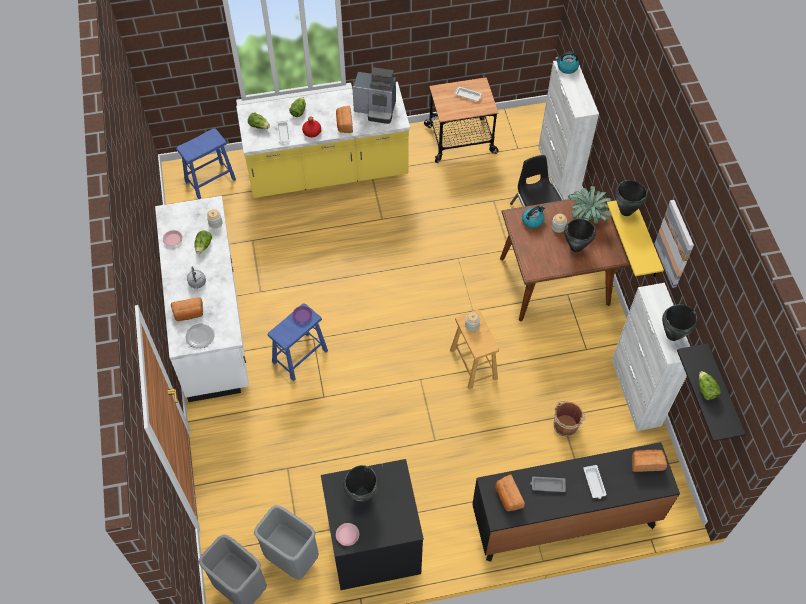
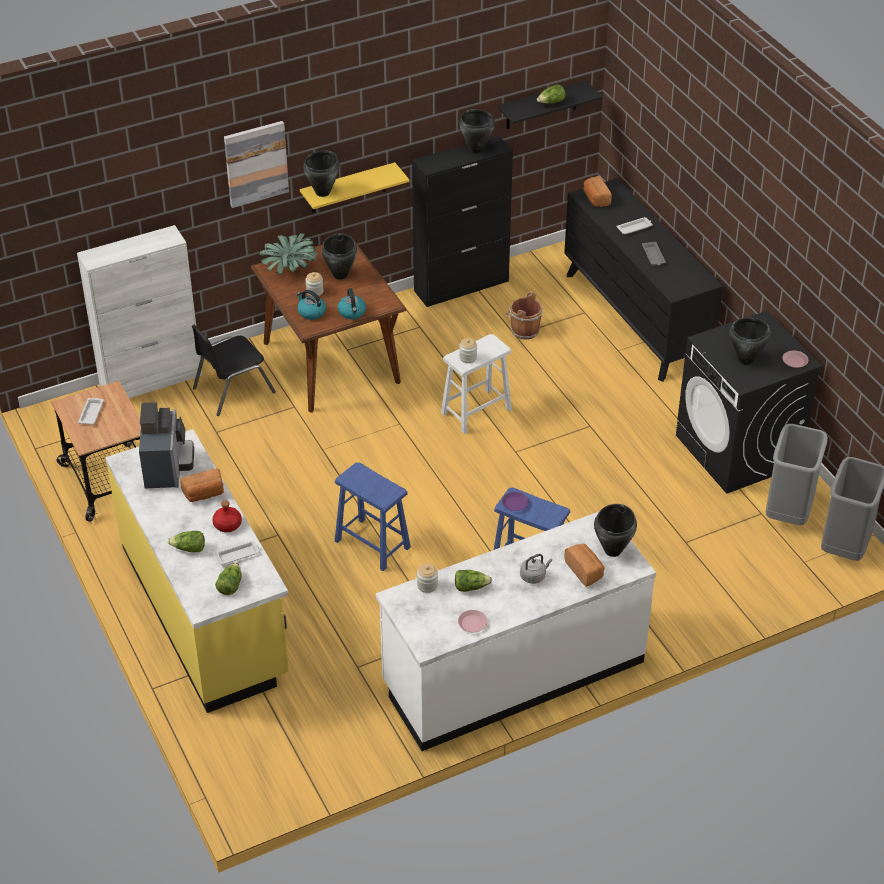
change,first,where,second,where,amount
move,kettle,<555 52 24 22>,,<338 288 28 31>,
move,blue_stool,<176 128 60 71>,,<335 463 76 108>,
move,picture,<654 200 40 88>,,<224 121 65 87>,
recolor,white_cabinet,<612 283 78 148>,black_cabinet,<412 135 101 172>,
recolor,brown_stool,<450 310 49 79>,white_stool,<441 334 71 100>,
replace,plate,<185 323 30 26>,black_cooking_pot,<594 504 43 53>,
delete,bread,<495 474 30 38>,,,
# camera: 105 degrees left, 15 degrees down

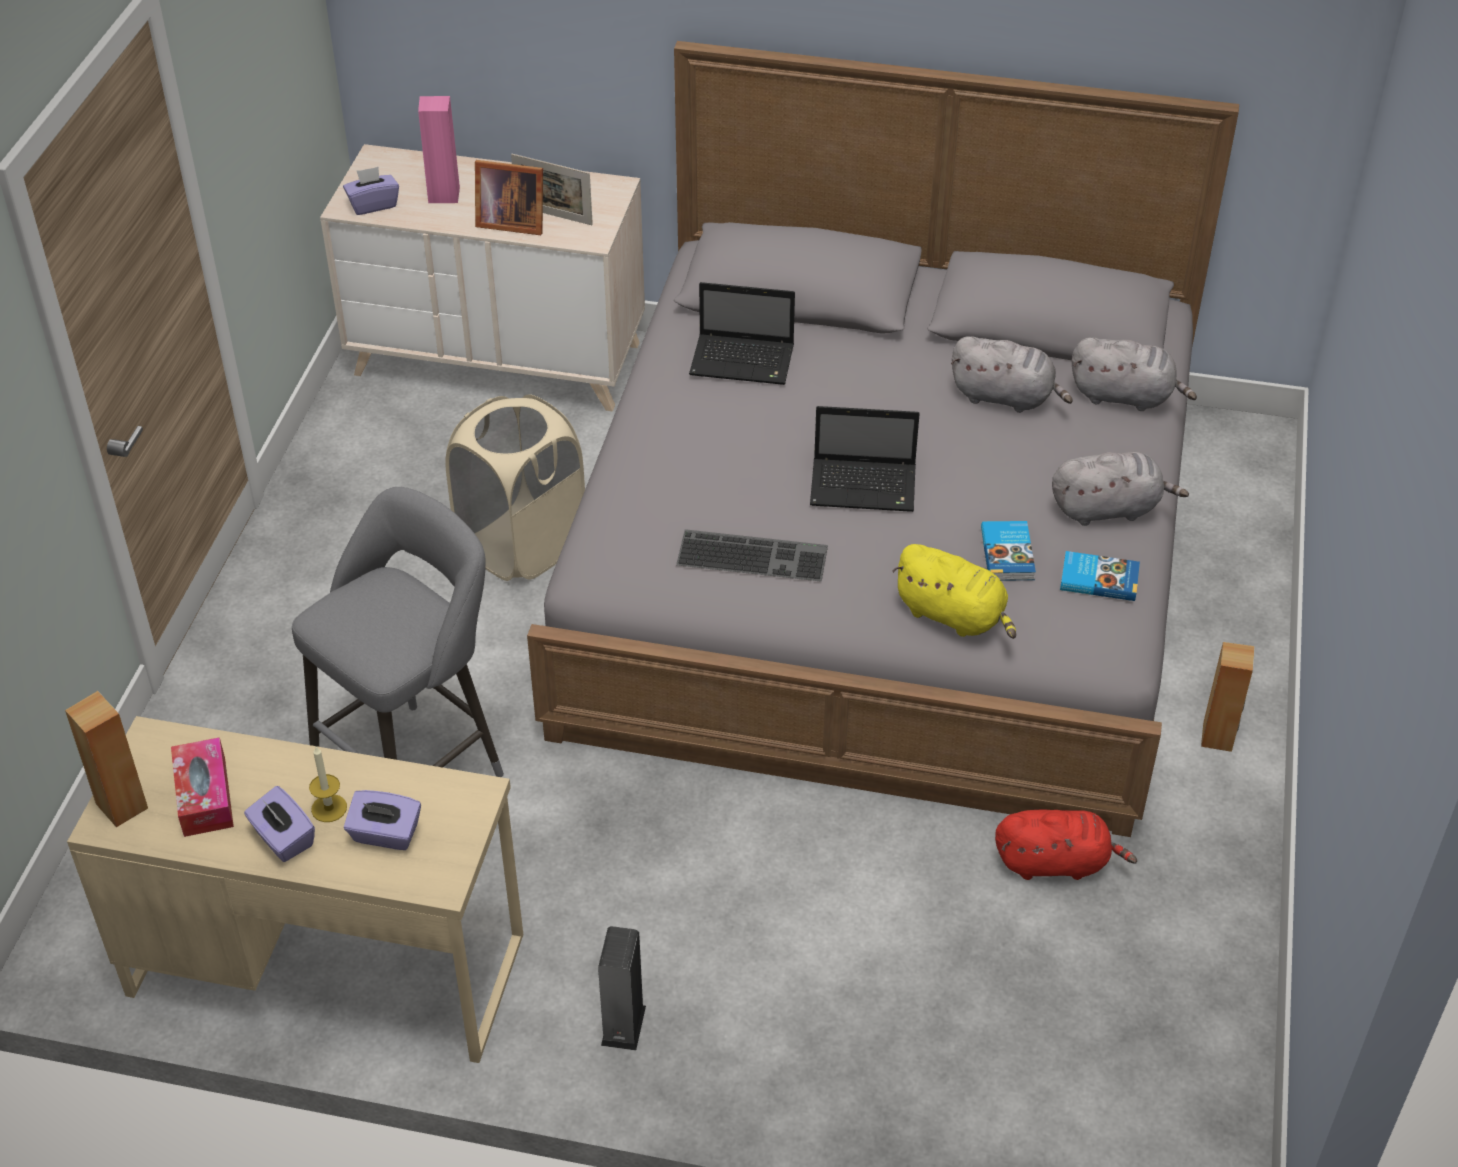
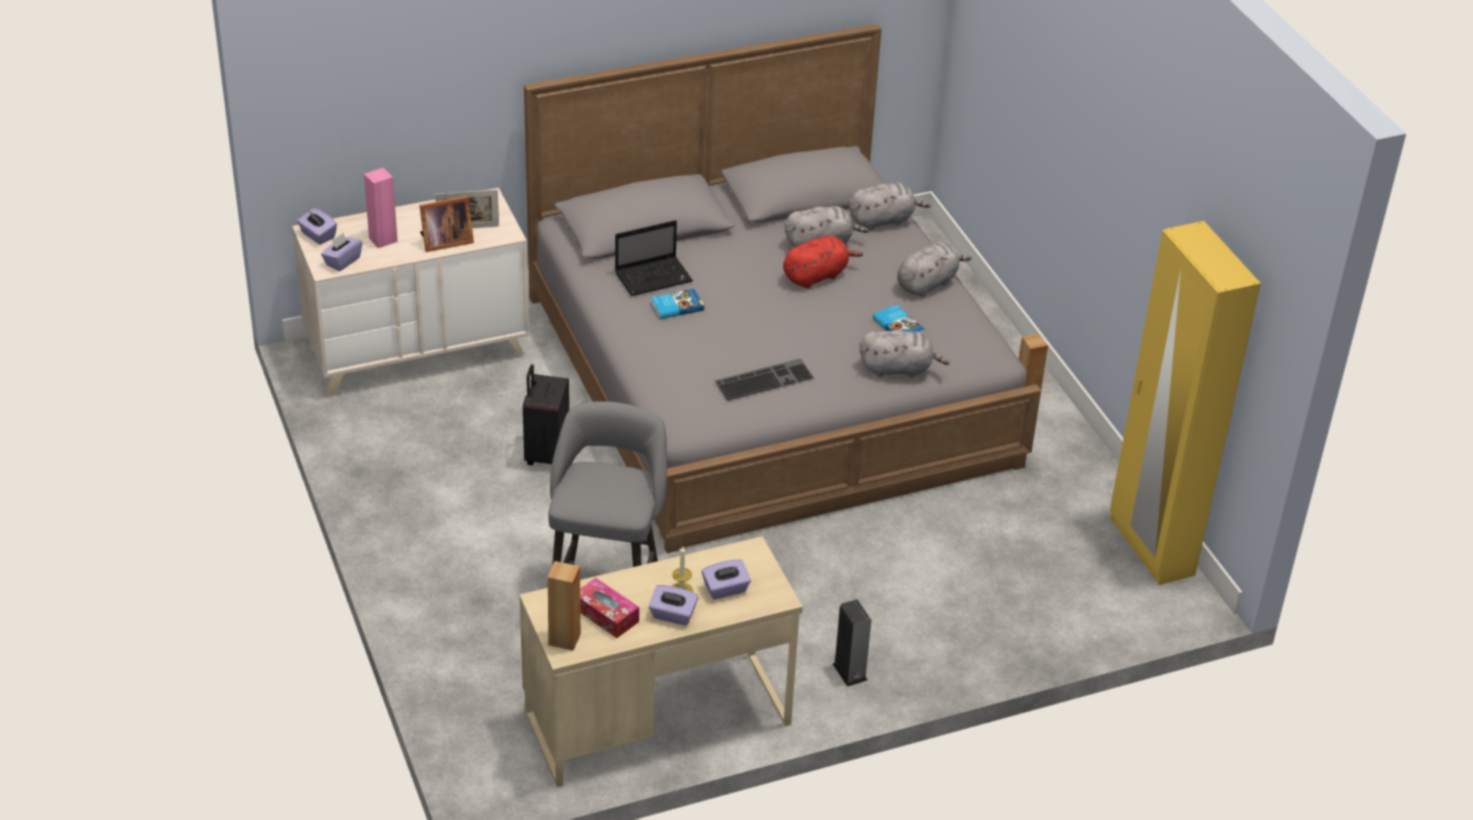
change,first,where,second,where,amount
replace,beige_laundry_basket,<445 394 140 187>,black_suitcase,<523 364 46 101>,
delete,laptop,<810 406 110 106>,,,
recolor,yellow_plush_toy,<892 544 124 95>,grey_plush_toy,<860 330 89 48>,
move,book,<1060 551 80 50>,,<651 289 53 30>,
move,red_plush_toy,<995 810 142 70>,,<783 235 80 54>,
insert,,,purple_tissue_box,<297 208 40 37>,
insert,,,yellow_wardrobe,<1110 221 151 364>,
# camera: 35 degrees left, 5 degrees down

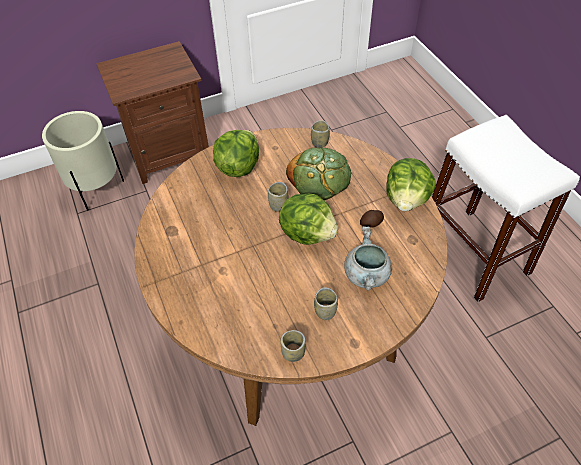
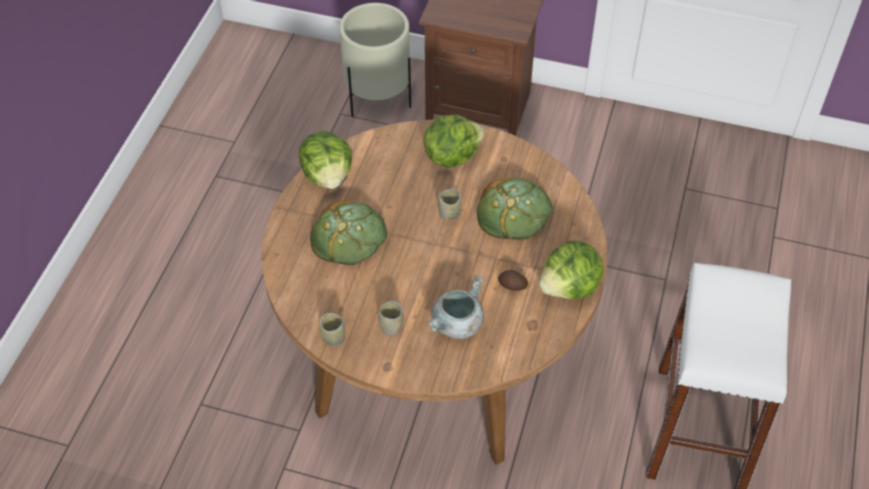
change,first,where,second,where,amount
delete,cup,<311 120 19 28>,,,
move,lettuce,<279 194 59 51>,,<299 131 53 58>,
insert,,,bread,<310 201 77 64>,
# camera: 40 degrees right, 0 degrees up

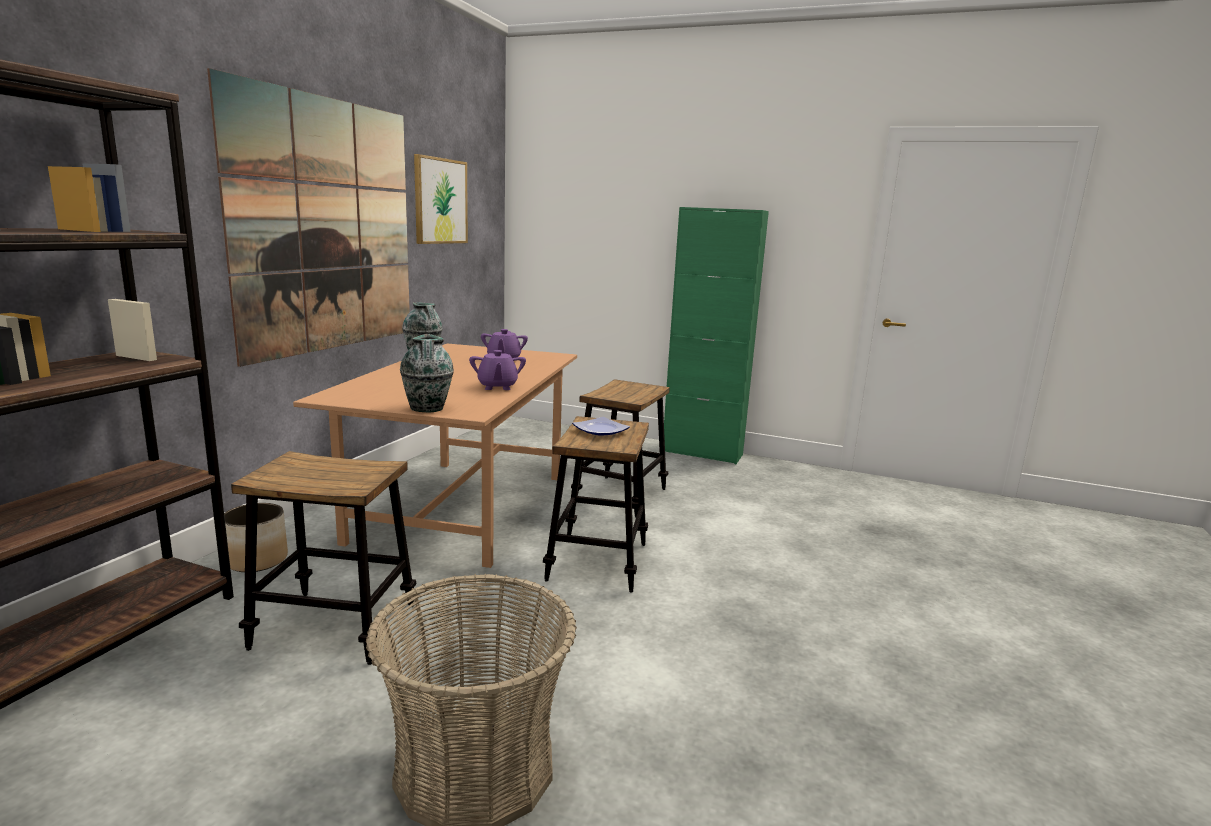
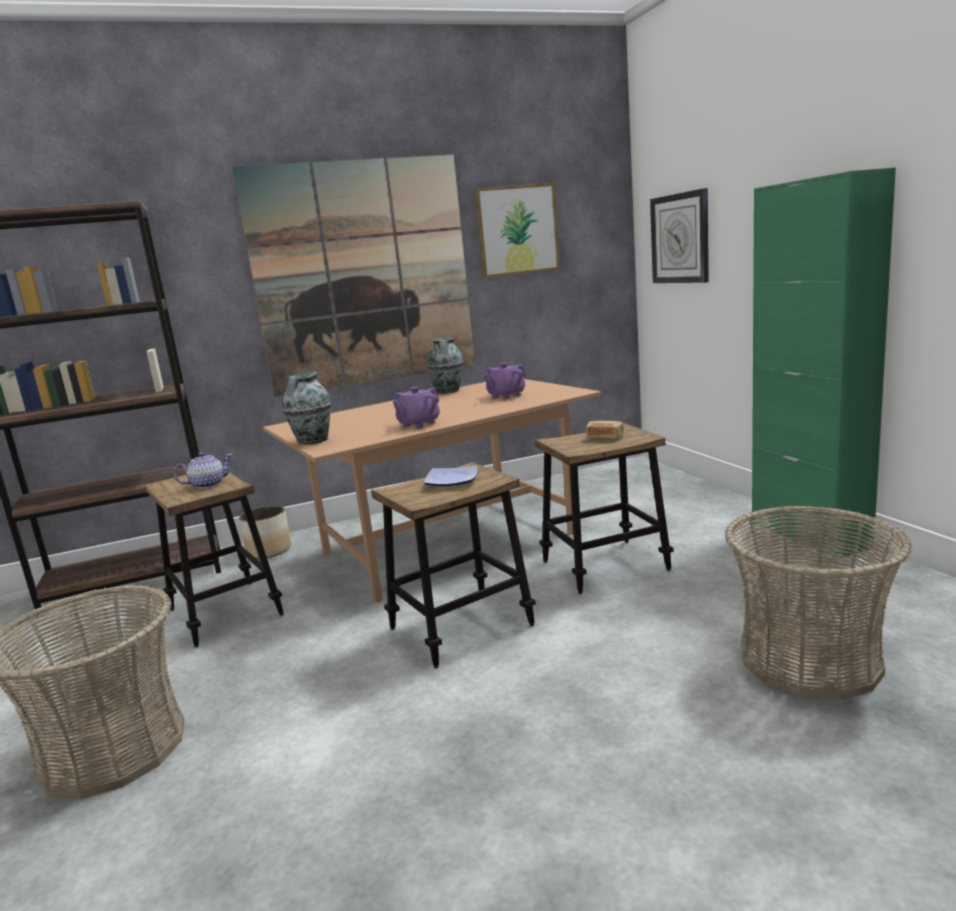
change,first,where,second,where,amount
insert,,,wall_clock,<650 188 59 95>,
insert,,,bread,<586 421 38 18>,
insert,,,teapot,<174 452 59 37>,
insert,,,basket,<725 506 187 194>,
# camera: 50 degrees right, 0 degrees up

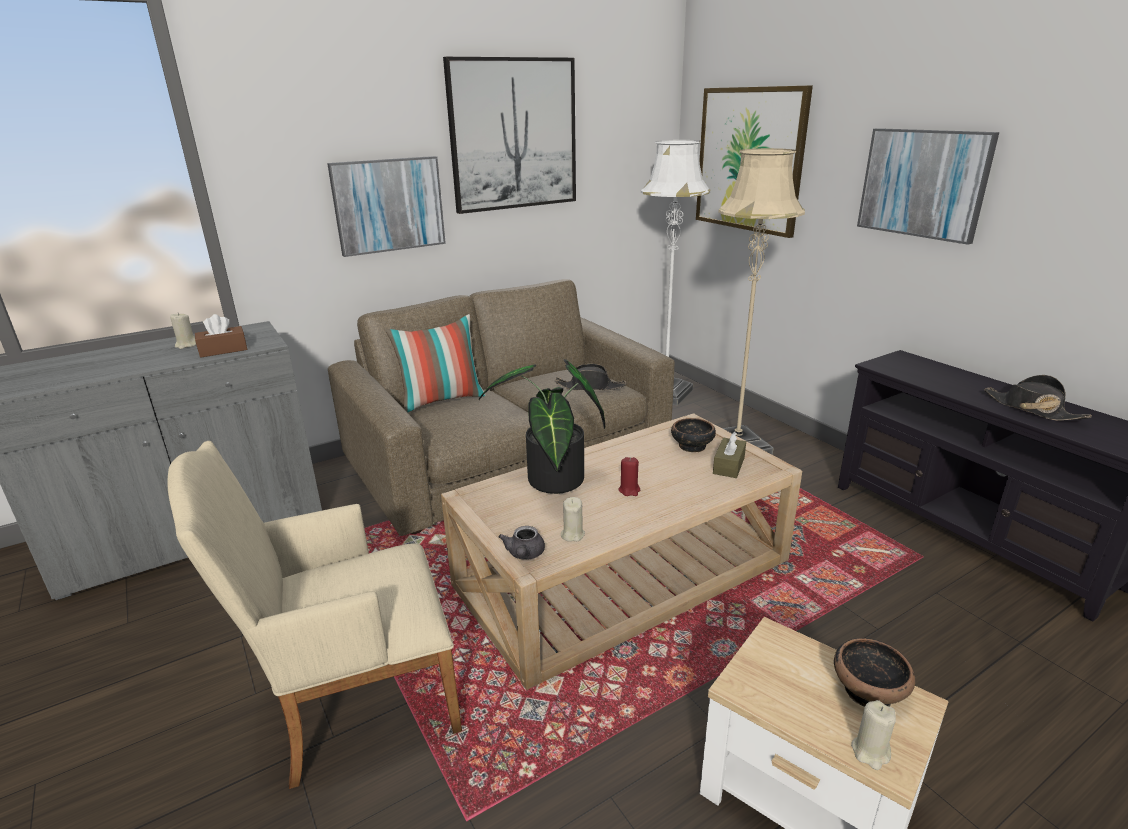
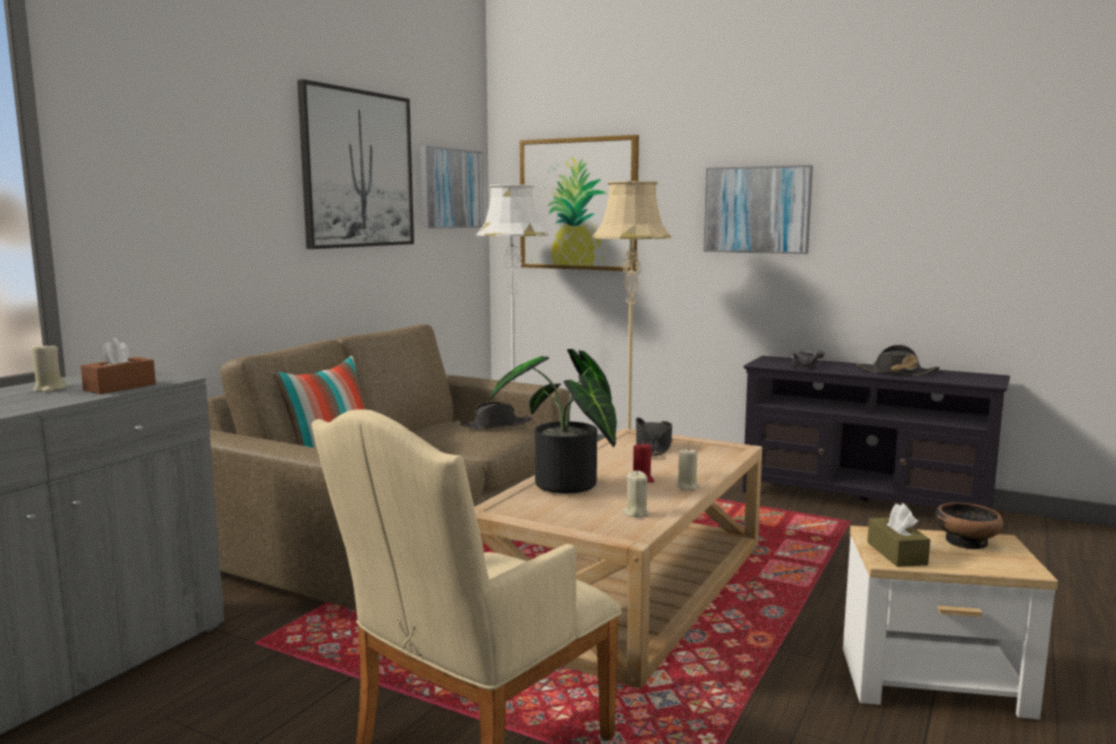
change,first,where,second,where,amount
move,picture,<327 156 119 101>,,<420 146 63 83>,
replace,bowl,<671 418 45 34>,black_hat,<636 417 37 39>,
move,brown_tissue_box,<713 432 33 46>,,<867 503 63 64>,
move,grey_teapot,<499 526 46 34>,,<792 350 32 18>,
move,beige_candle,<851 700 45 70>,,<676 447 23 44>,
# camera: 30 degrees left, 15 degrees down

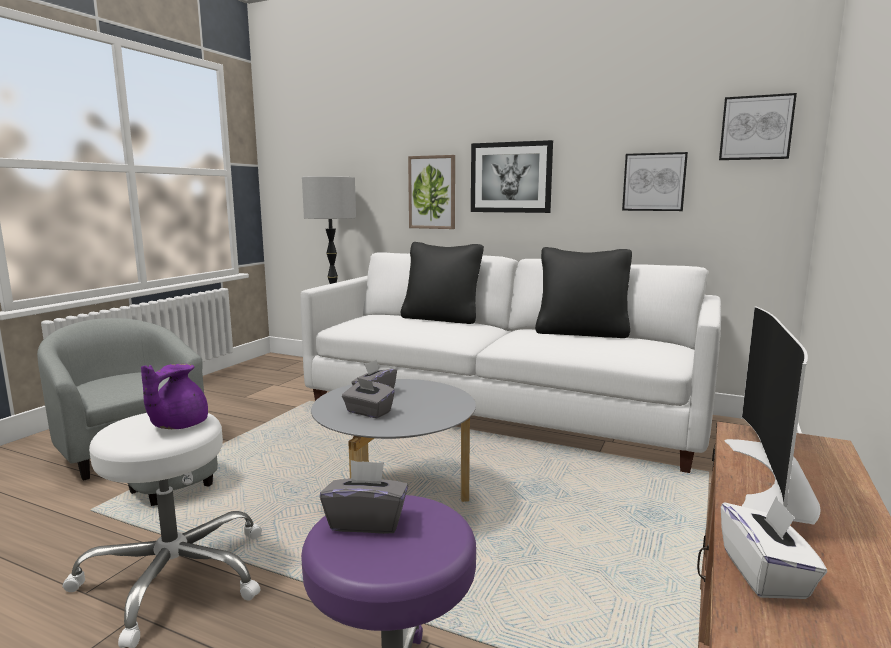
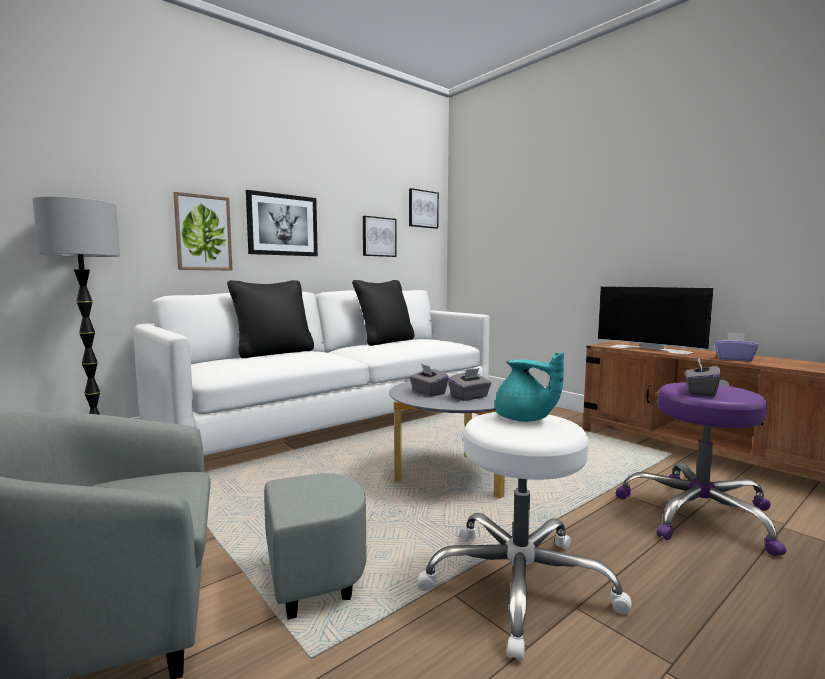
change,first,where,second,where,amount
recolor,purple_teapot,<141 364 67 65>,turquoise_teapot,<495 352 69 70>,
recolor,white_tissue_box,<721 496 106 103>,purple_tissue_box,<715 333 43 28>,
# camera: 65 degrees left, 5 degrees down

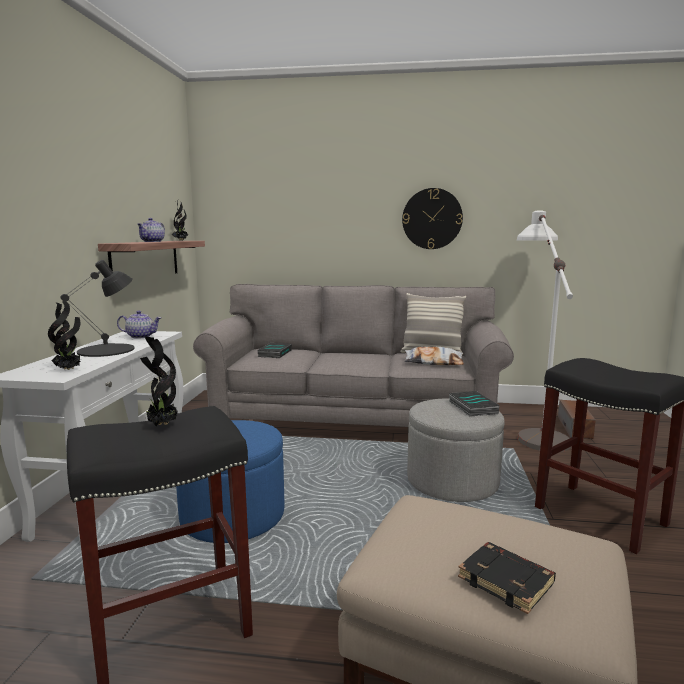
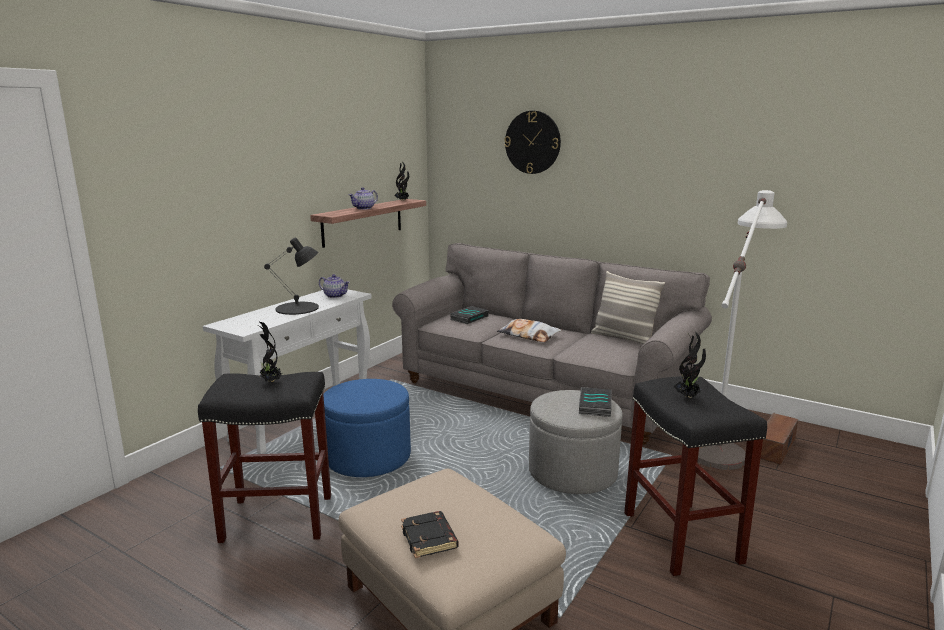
change,first,where,second,where,amount
move,wall_clock,<402 188 61 61>,,<504 111 57 63>,
move,potted_plant,<48 300 33 70>,,<674 333 32 65>,
move,pillow,<405 347 59 18>,,<497 319 65 23>,
# camera: 25 degrees right, 5 degrees up

